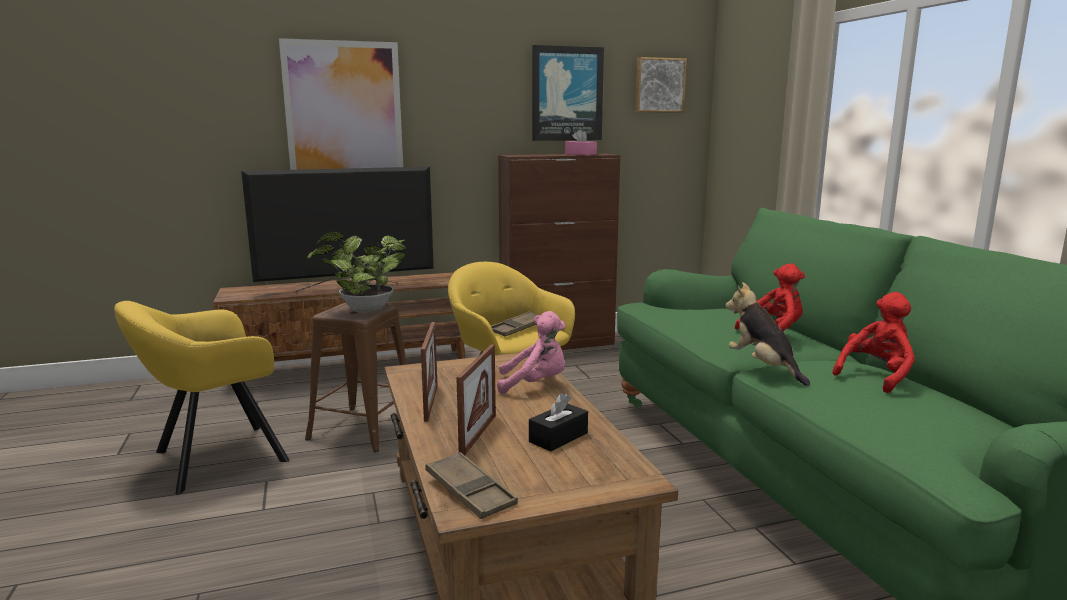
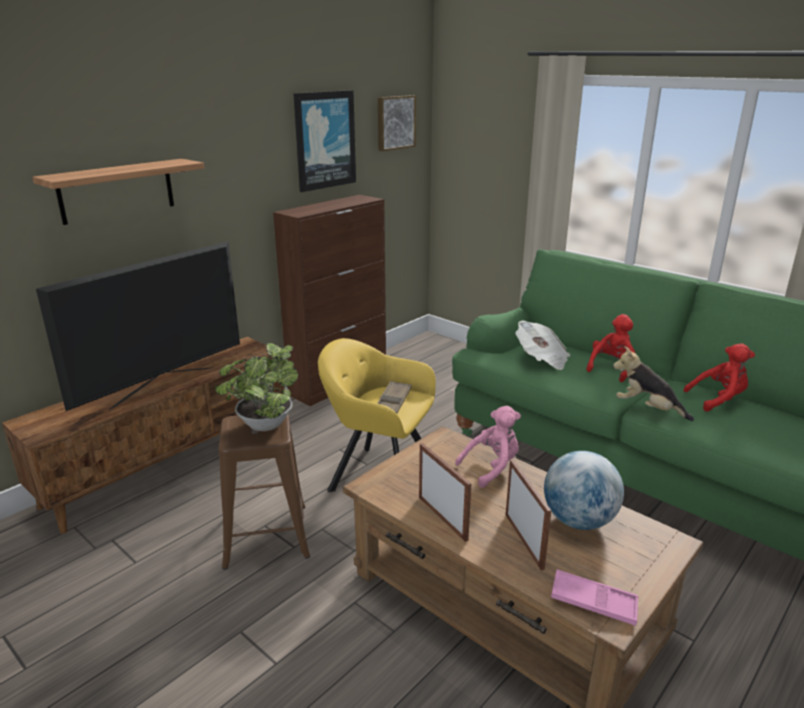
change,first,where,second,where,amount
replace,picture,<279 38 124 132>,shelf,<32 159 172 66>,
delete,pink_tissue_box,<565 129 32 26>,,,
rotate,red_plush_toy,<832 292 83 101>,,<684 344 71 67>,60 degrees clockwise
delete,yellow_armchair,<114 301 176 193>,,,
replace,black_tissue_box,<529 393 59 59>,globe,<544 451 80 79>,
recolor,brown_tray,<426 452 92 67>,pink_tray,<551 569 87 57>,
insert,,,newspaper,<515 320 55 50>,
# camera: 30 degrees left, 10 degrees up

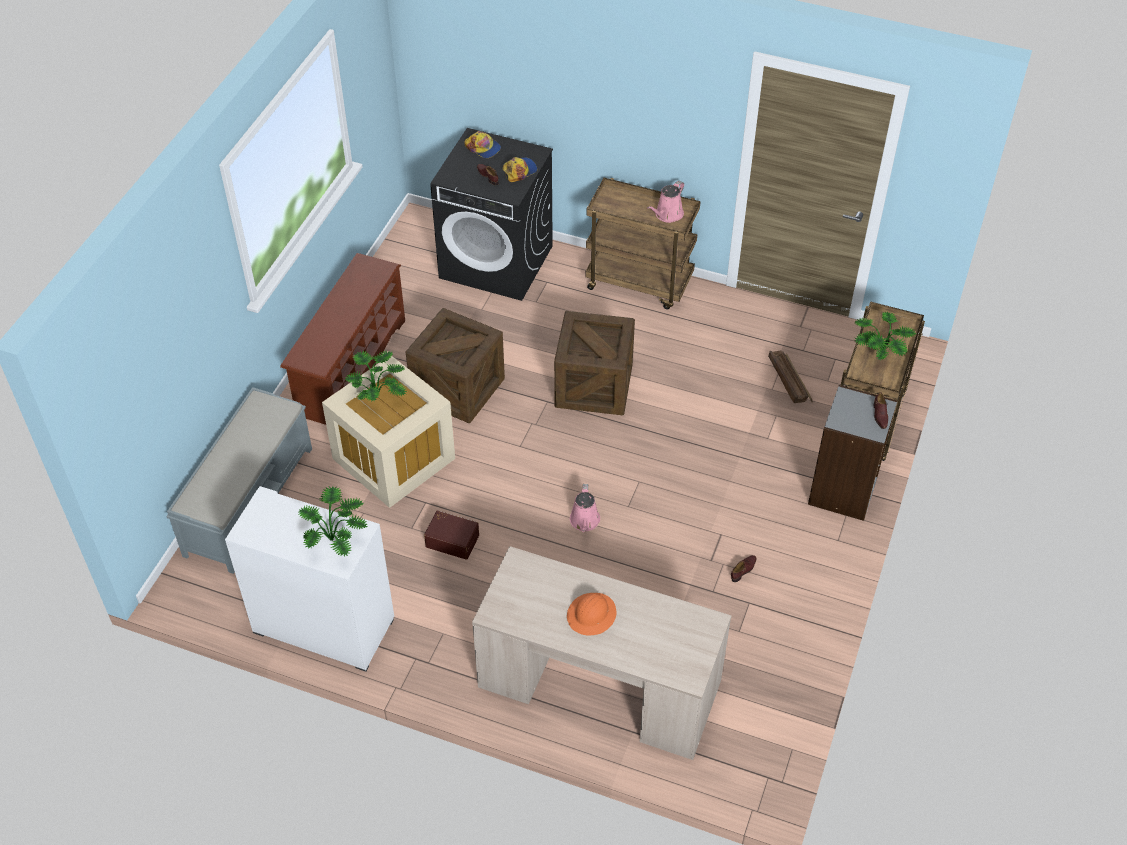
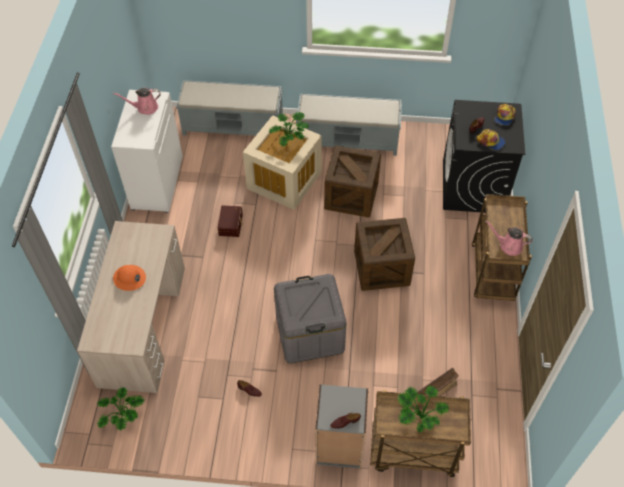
change,first,where,second,where,amount
replace,brown_shoe_rack,<280 253 125 172>,grey_bench,<296 94 106 62>,
move,pink_watering_can,<570 484 30 48>,,<113 88 48 27>,
move,potted_plant,<299 487 68 70>,,<96 387 48 44>,
insert,,,grey_storage_box,<274 274 73 89>,
# camera: 75 degrees right, 5 degrees up

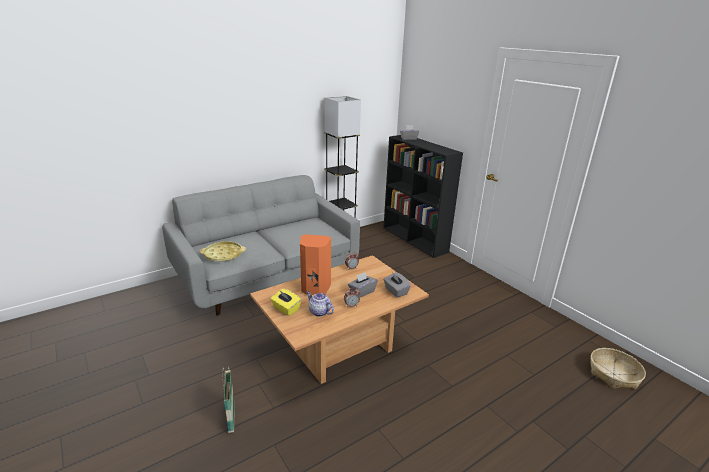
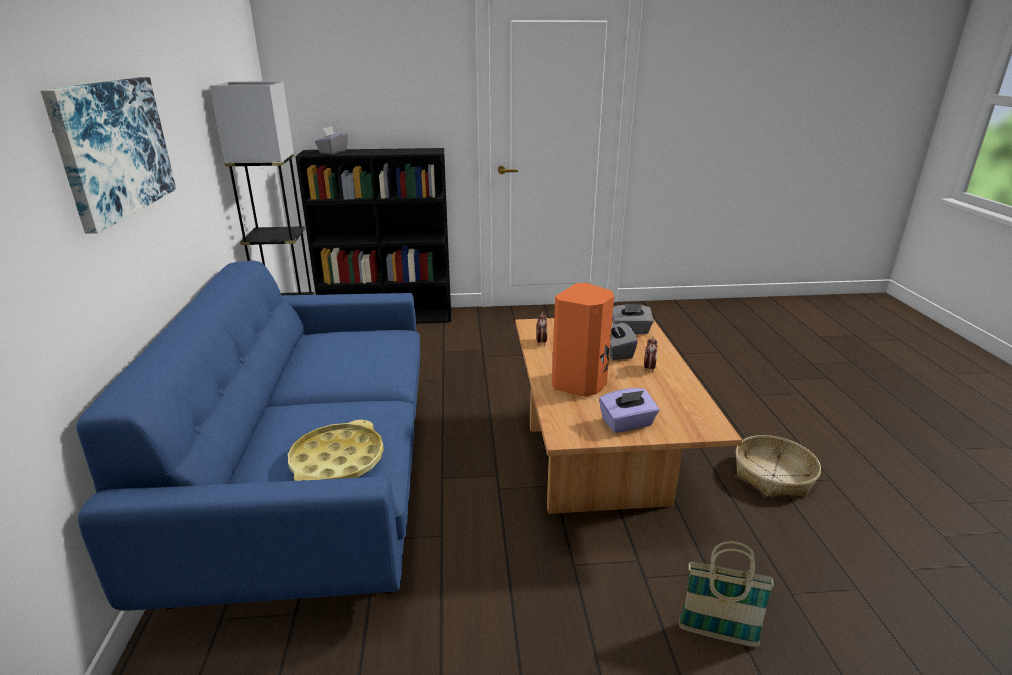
change,first,where,second,where,amount
recolor,grey_sofa,<162 175 198 141>,blue_sofa,<76 261 344 350>,
recolor,yellow_tissue_box,<271 289 30 27>,purple_tissue_box,<599 388 60 45>,
delete,teapot,<307 291 27 26>,,,
move,basket,<590 348 56 41>,,<735 435 86 62>,
insert,,,picture,<40 77 136 157>,
# camera: 60 degrees left, 0 degrees up

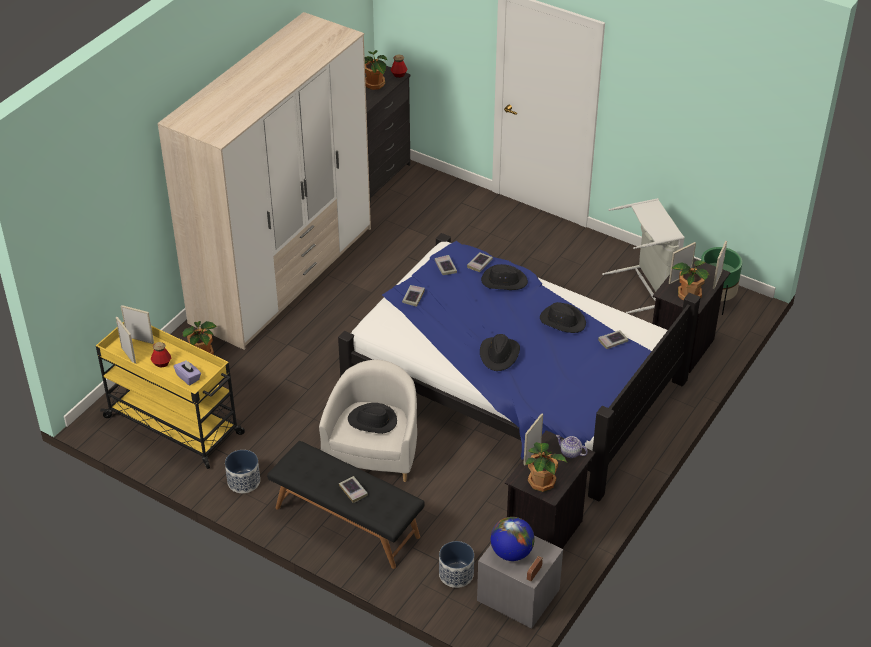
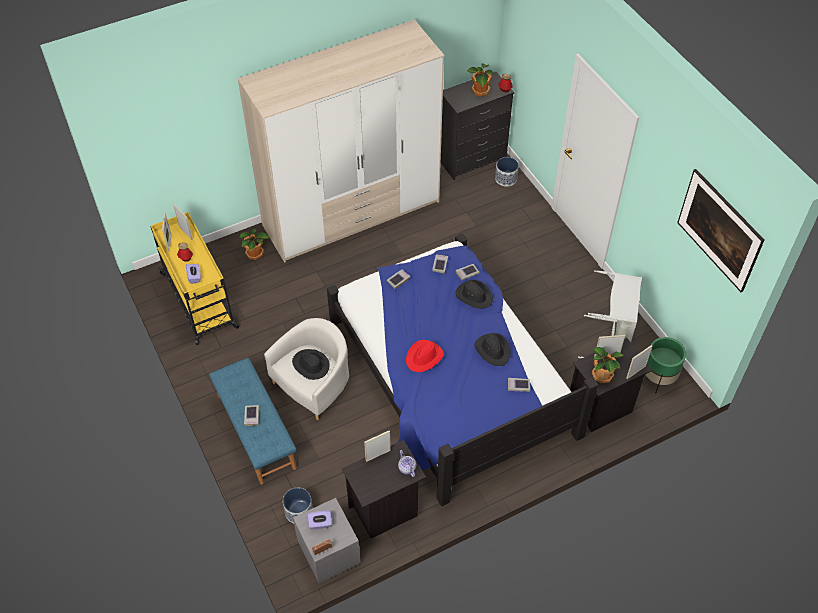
change,first,where,second,where,amount
recolor,black_hat,<480 334 40 37>,red_hat,<406 340 38 32>,
recolor,black_bench,<267 441 158 128>,blue_bench,<209 358 88 127>,
delete,potted_plant,<526 442 41 50>,,,
move,planter,<225 450 35 43>,,<495 157 24 29>,
replace,globe,<490 517 45 44>,purple_tissue_box,<308 511 24 18>,
insert,,,picture,<677 169 87 123>,
# camera: 30 degrees right, 10 degrees up

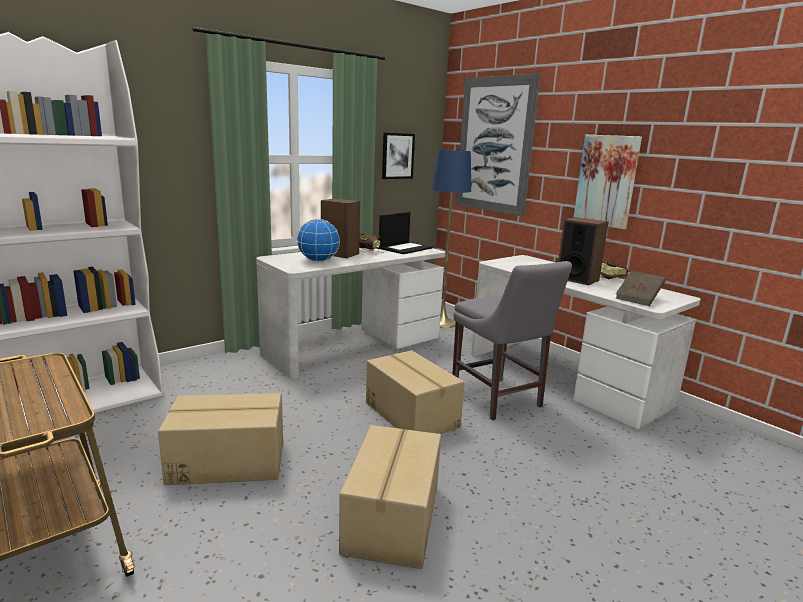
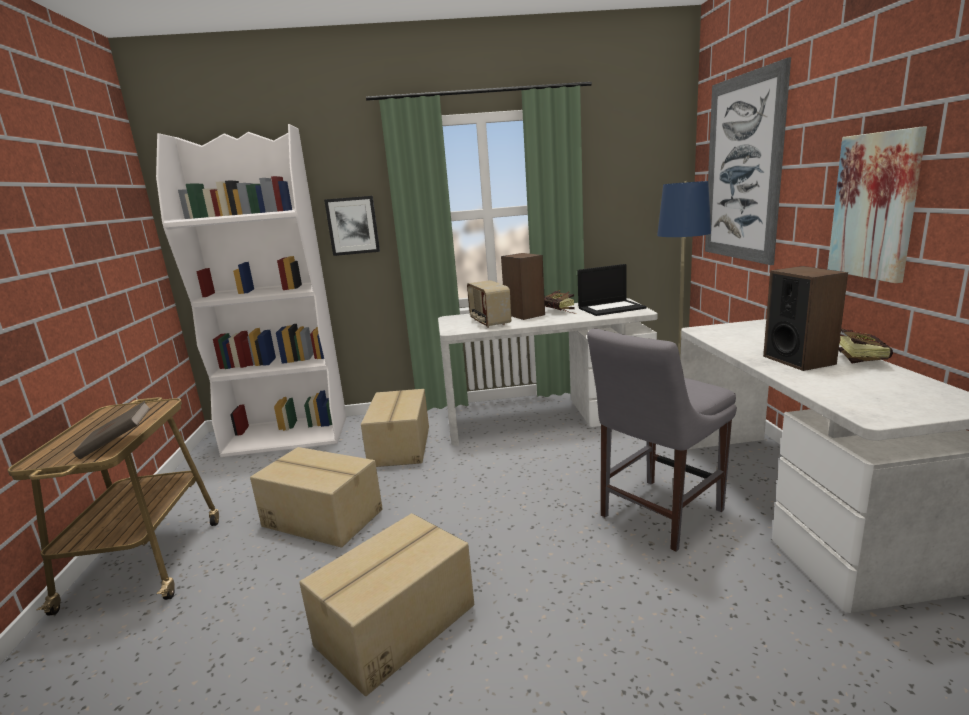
change,first,where,second,where,amount
move,picture,<382 133 33 46>,,<324 196 56 60>,
replace,globe,<297 219 43 43>,radio,<467 280 44 48>,
rotate,grey_chair,<452 261 120 159>,,<587 329 150 223>,45 degrees clockwise
move,brown_book,<616 271 50 35>,,<73 401 78 58>,
move,cardboard_box,<366 350 99 84>,,<361 389 68 78>,
# camera: 35 degrees right, 0 degrees up

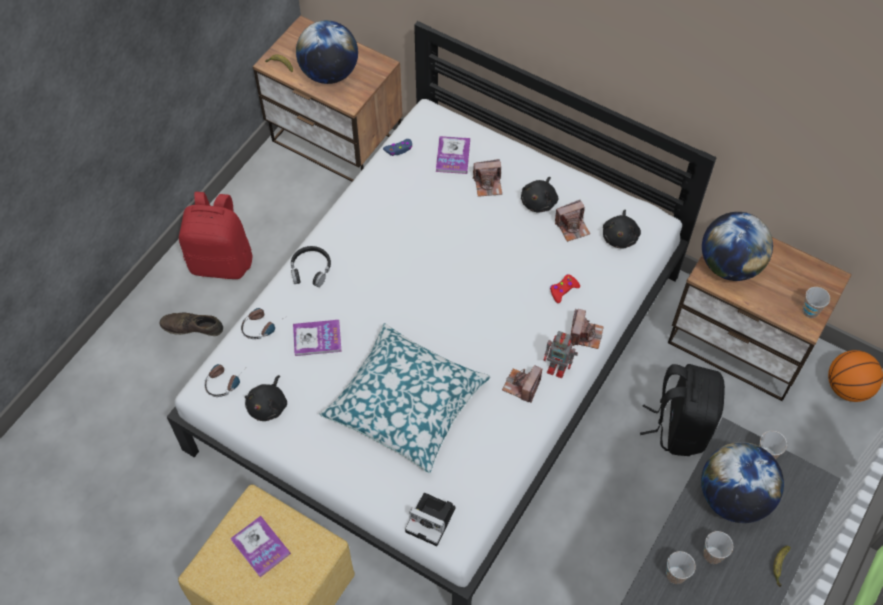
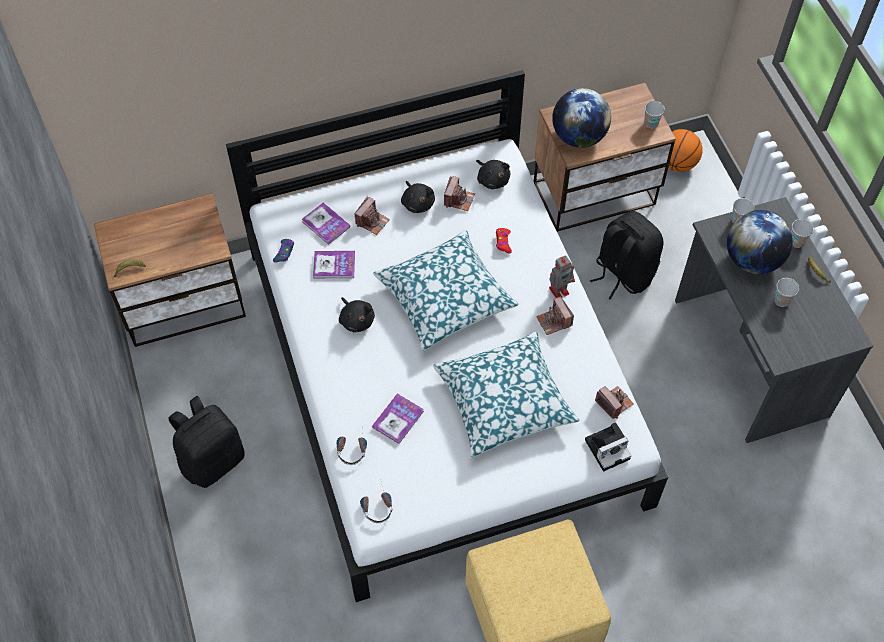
change,first,where,second,where,amount
delete,globe,<296 20 62 64>,,,
recolor,red_backpack,<179 192 74 87>,black_backpack,<168 396 77 92>,
delete,black_headphones,<291 246 40 41>,,,
move,photo_camera,<570 308 34 41>,,<595 386 39 33>,
delete,brown_shoe,<160 313 63 23>,,,
move,black_plush_toy,<245 375 42 46>,,<339 297 36 35>,
move,book,<230 516 61 61>,,<313 251 42 27>,
move,cup,<666 551 30 33>,,<791 219 23 29>,
insert,,,pillow,<373 230 146 121>,
# camera: 50 degrees left, 0 degrees up

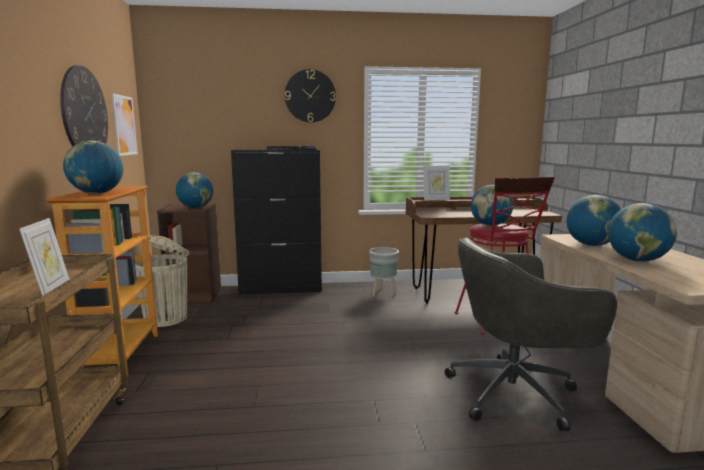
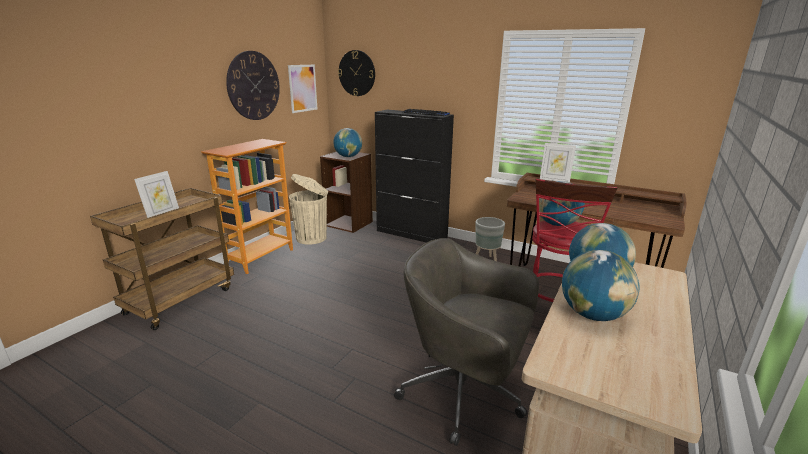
change,first,where,second,where,amount
move,wall_clock,<285 69 51 54>,,<338 50 37 46>,
delete,globe,<63 141 60 53>,,,
# camera: 35 degrees right, 10 degrees up

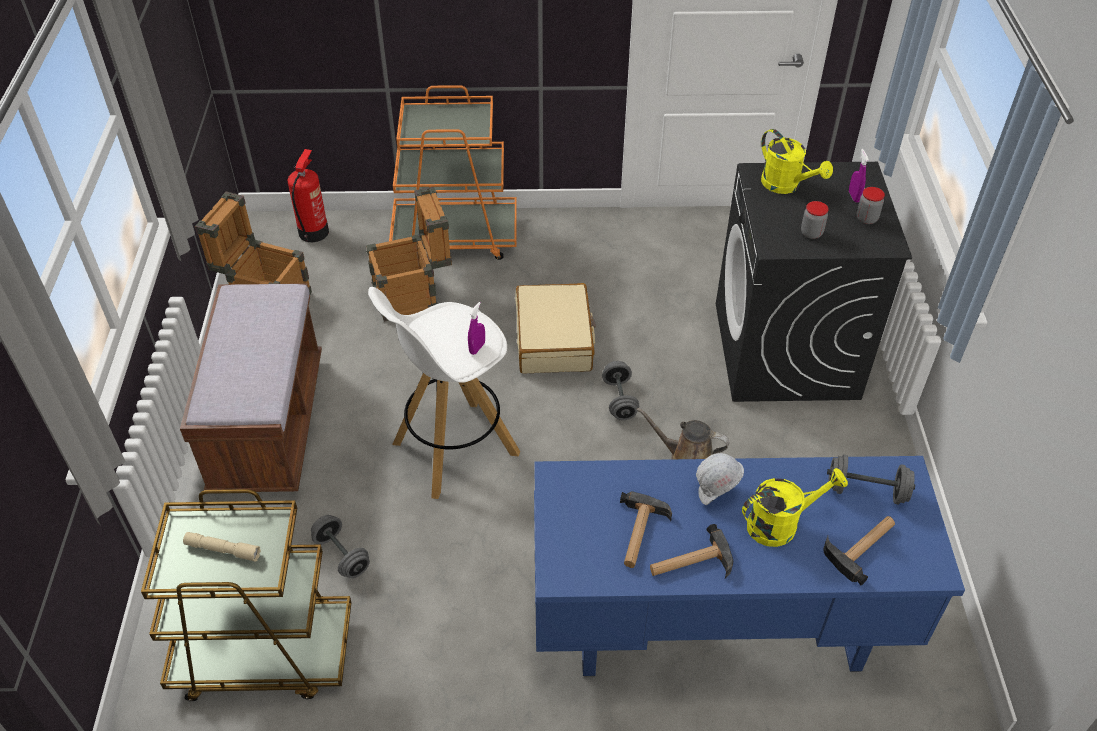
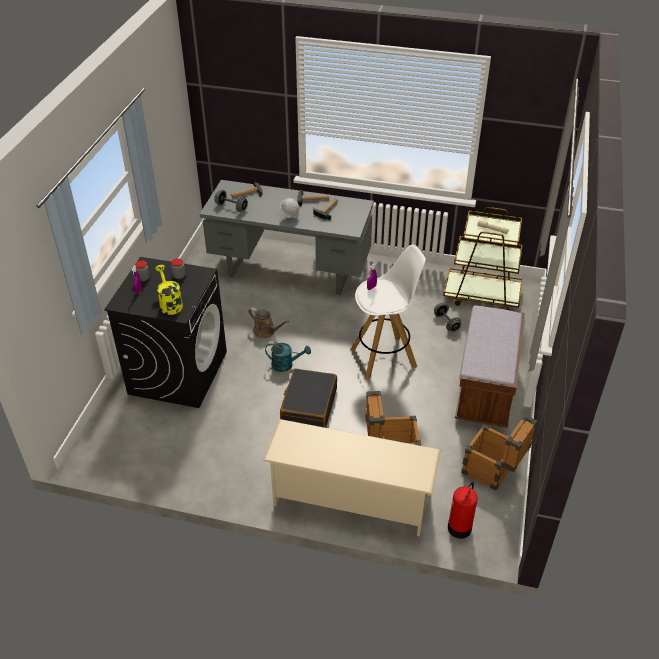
change,first,where,second,where,amount
replace,orange_cart,<389 85 128 175>,beige_shoe_rack,<263 419 178 118>,
recolor,beige_suitcase,<515 283 81 91>,black_suitcase,<280 369 57 59>,
replace,grey_dumbbell,<602 361 37 59>,turquoise_watering_can,<265 343 46 29>,
recolor,blue_desk,<534 456 431 220>,grey_desk,<199 180 175 114>,
delete,yellow_watering_can,<742 468 106 79>,,,
# camera: 165 degrees left, 5 degrees down

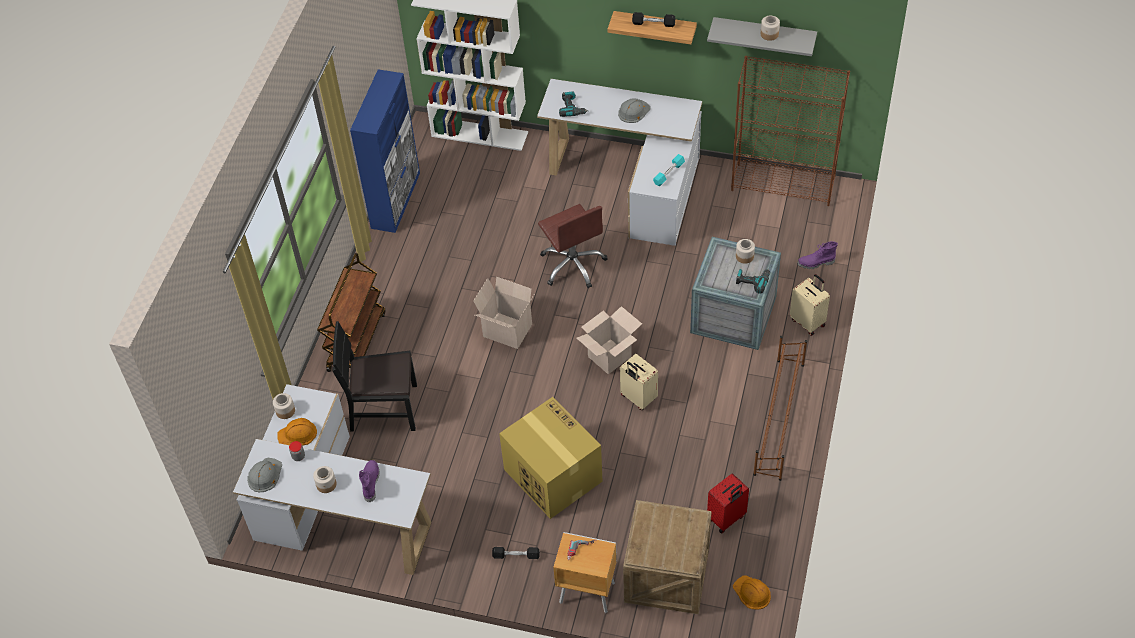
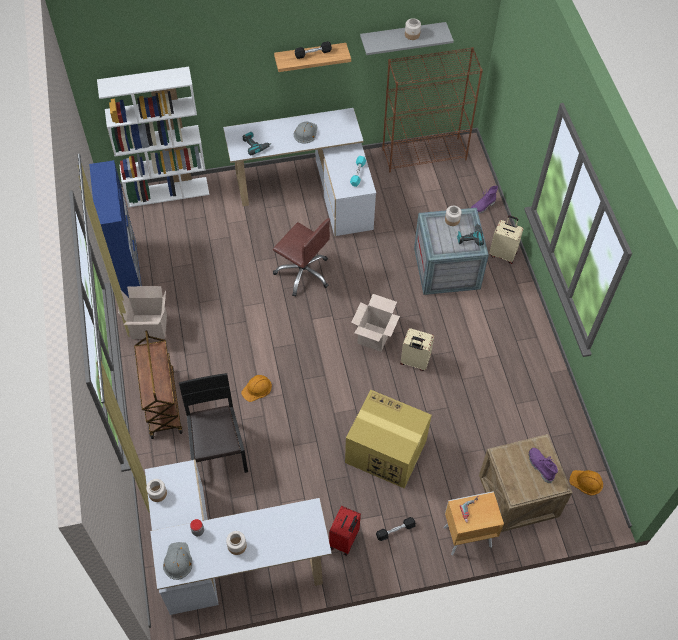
change,first,where,second,where,amount
move,cardboard_box,<473 277 61 72>,,<118 286 49 53>,
rotate,black_chair,<333 321 84 111>,,<179 373 69 100>,105 degrees clockwise
delete,brown_shoe_rack,<753 336 54 145>,,,
move,orange_hard_hat,<277 418 40 28>,,<241 375 31 27>,
move,purple_boot,<359 460 21 42>,,<529 448 29 35>,
move,red_suitcase,<707 473 42 60>,,<329 506 32 50>,
# camera: 30 degrees left, 5 degrees up

